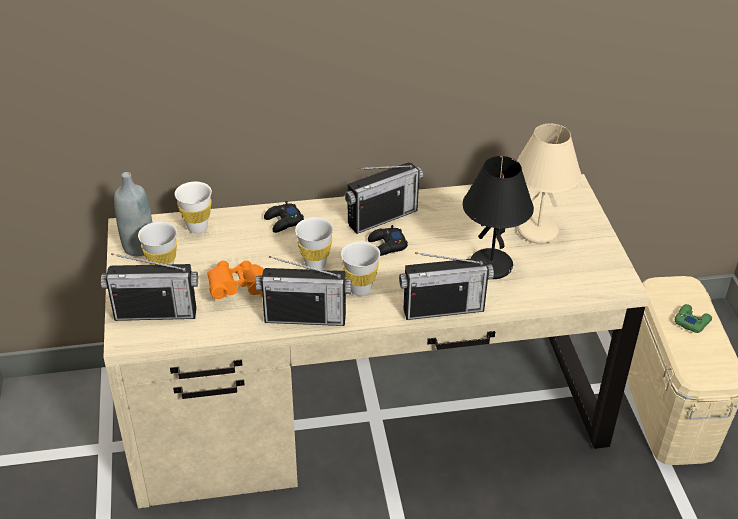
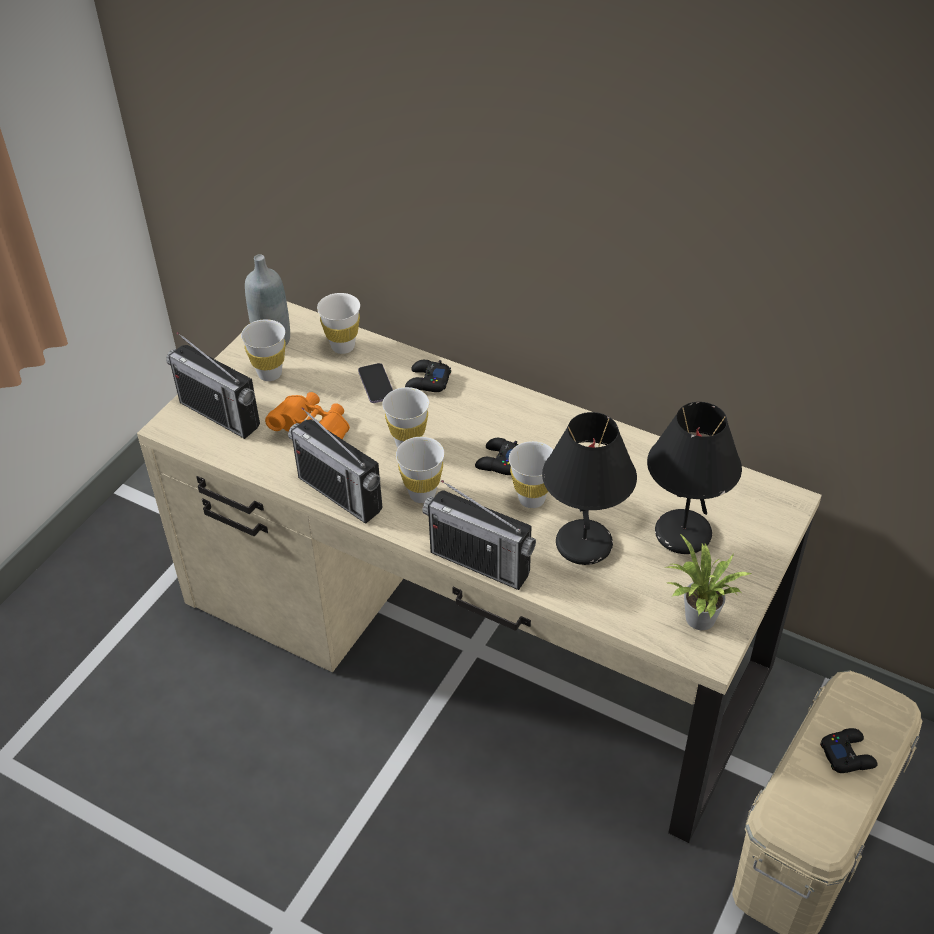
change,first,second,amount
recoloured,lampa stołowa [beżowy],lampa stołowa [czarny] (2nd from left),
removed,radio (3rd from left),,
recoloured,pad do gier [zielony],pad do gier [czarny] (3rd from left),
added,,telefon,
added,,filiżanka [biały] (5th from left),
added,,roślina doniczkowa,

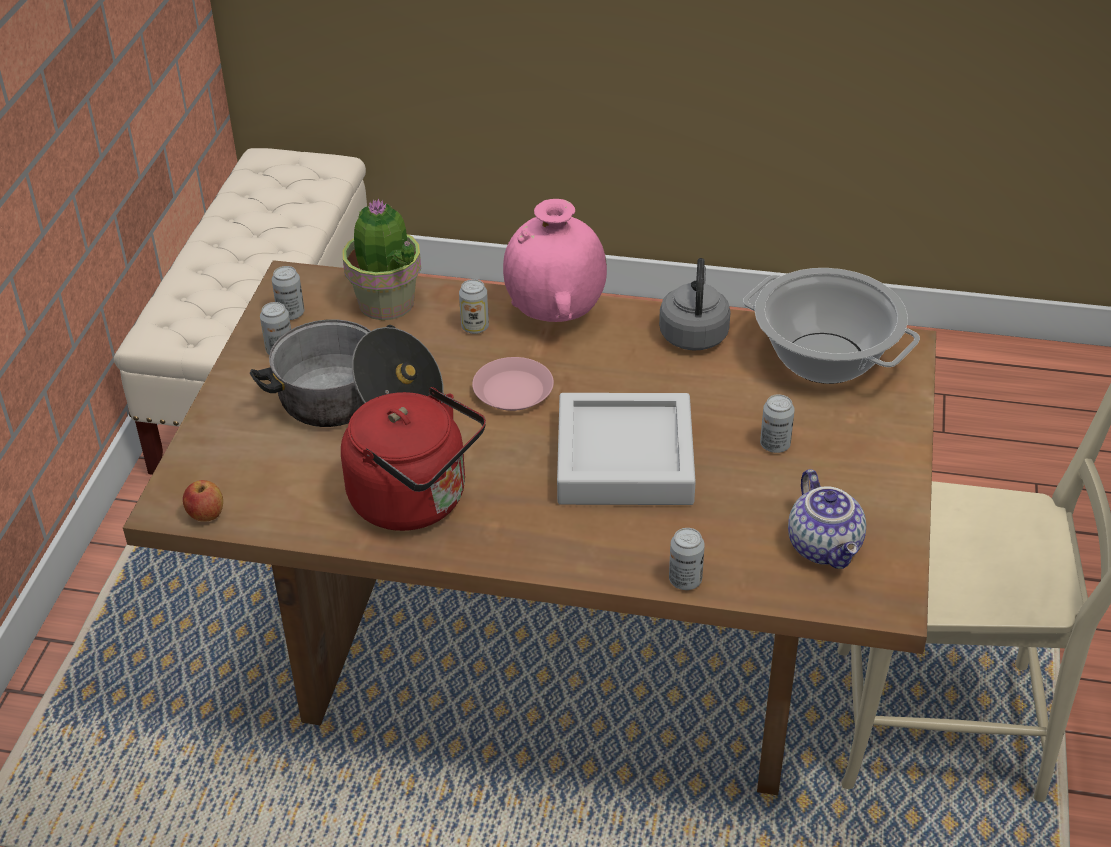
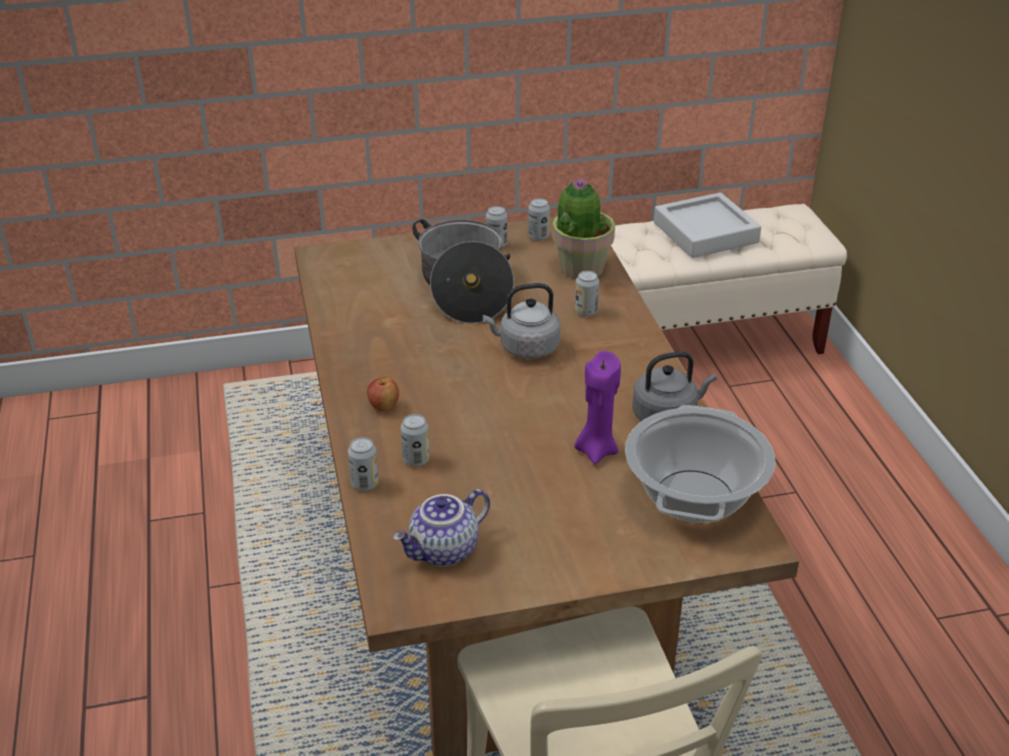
change,first,second,amount
removed,wazon [różowy],,
replaced,talerz [różowy],czajnik [szary] (1st from left),
removed,czajnik [czerwony],,
moved,taca [szary],,
moved,puszka (5th from left in the first image),puszka (2nd from left),
moved,jabłko,,
added,,świeca [fioletowy],

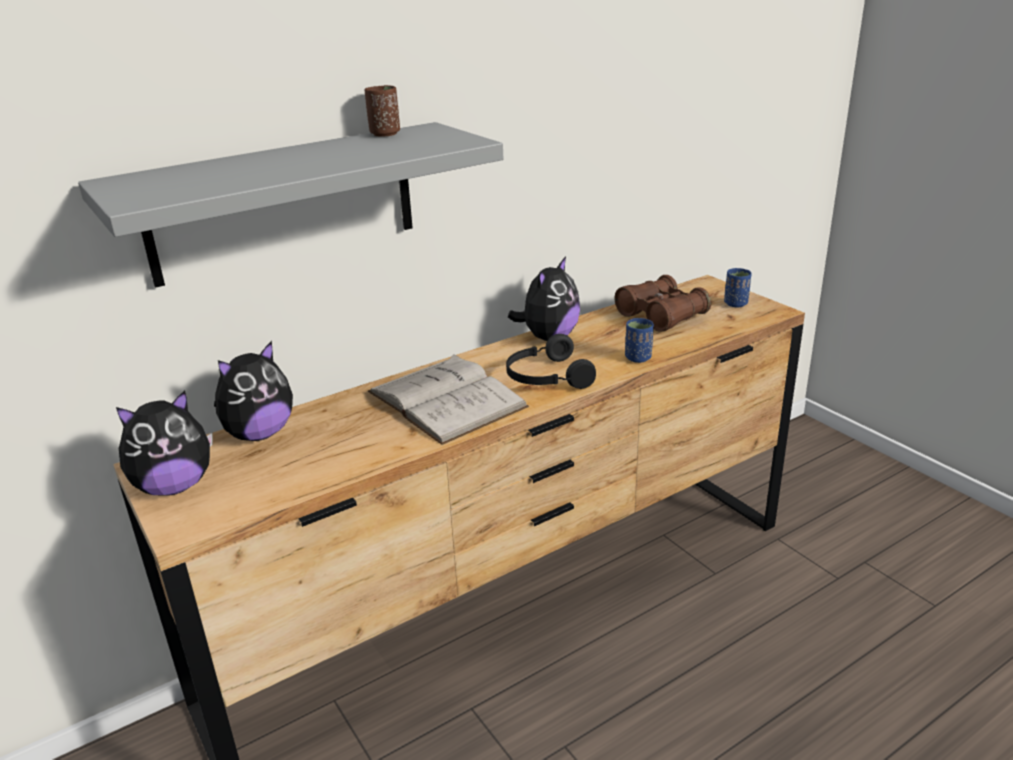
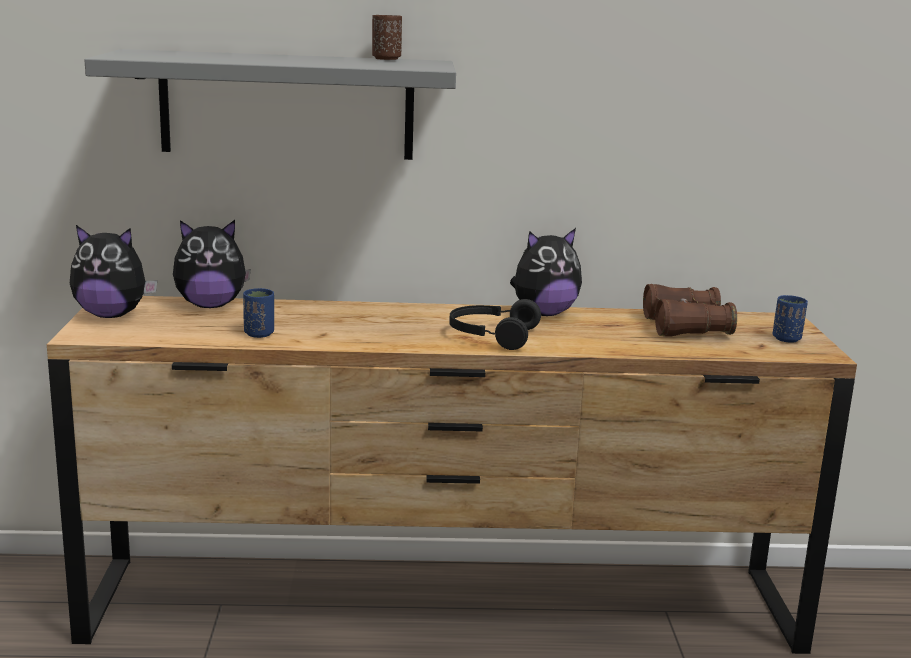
change,first,second,amount
moved,filiżanka [niebieski] (1st from left),,
removed,książka [biały],,

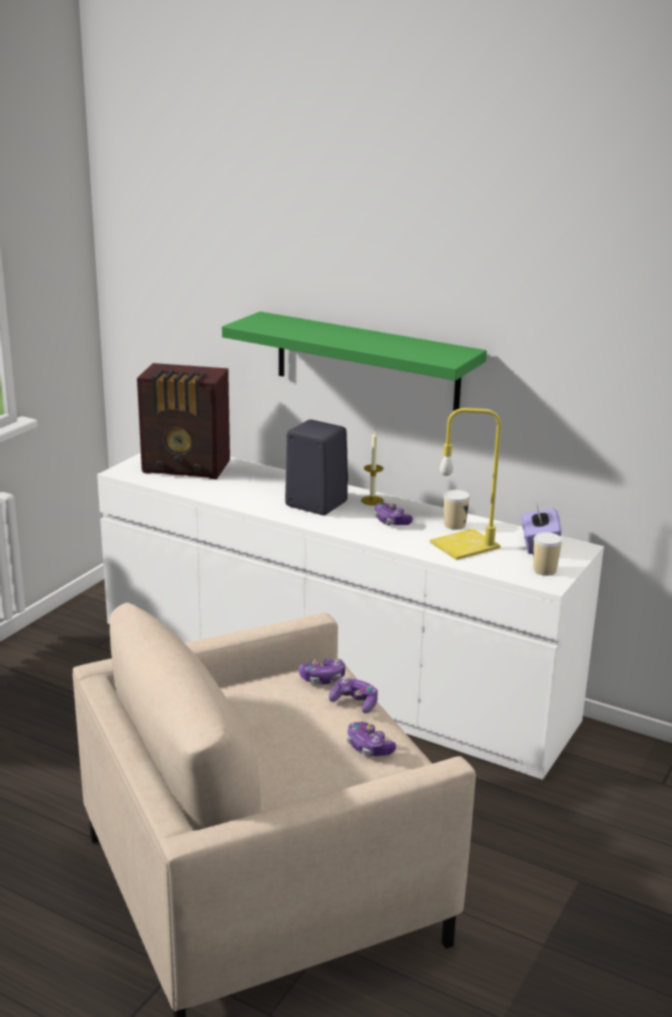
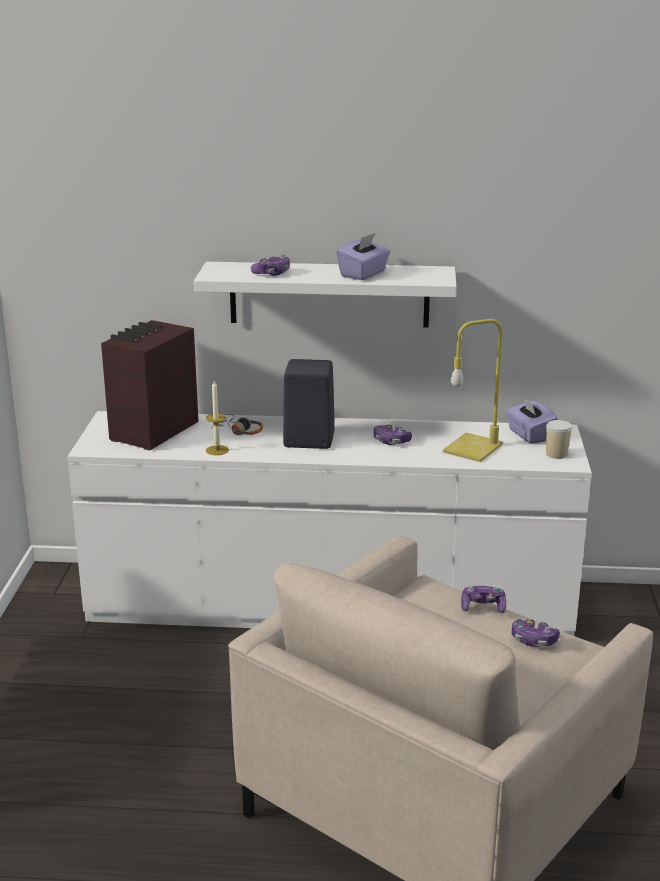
change,first,second,amount
recoloured,półka [zielony],półka [biały],
turned,radio,,135 degrees clockwise
moved,świeca,,
removed,filiżanka (1st from left),,
moved,pad do gier (1st from left),,
added,,pudełko chusteczek [fioletowy] (1st from left),
added,,słuchawki,

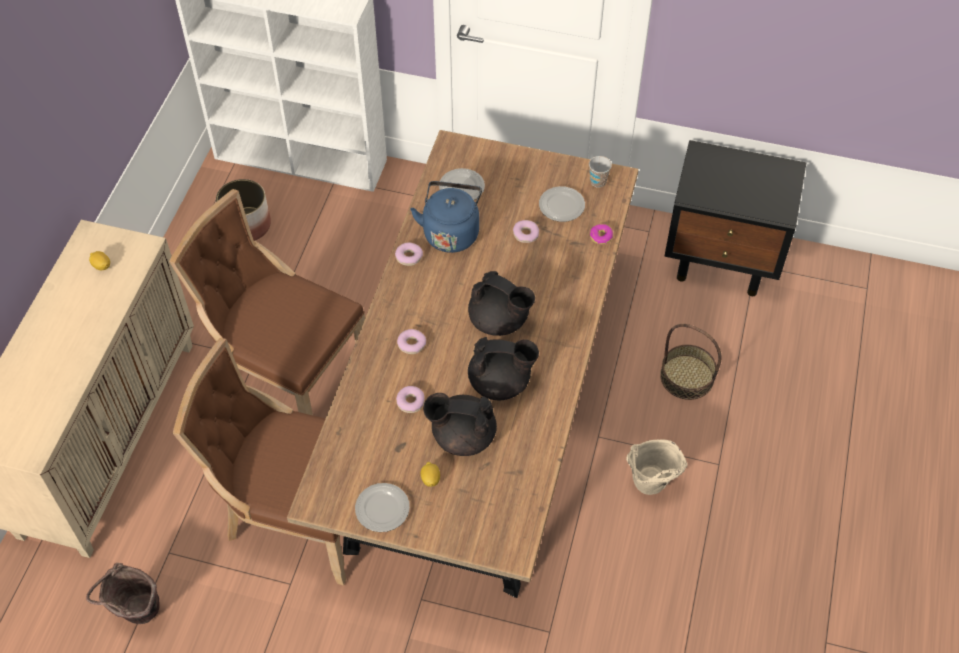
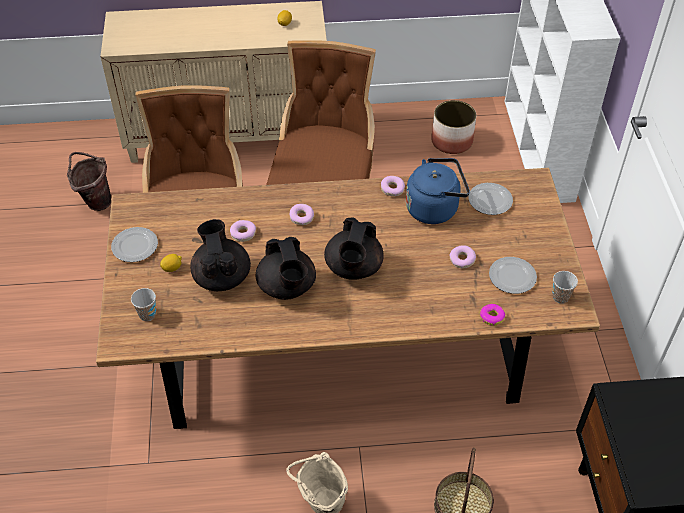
change,first,second,amount
added,,filiżanka (1st from left),

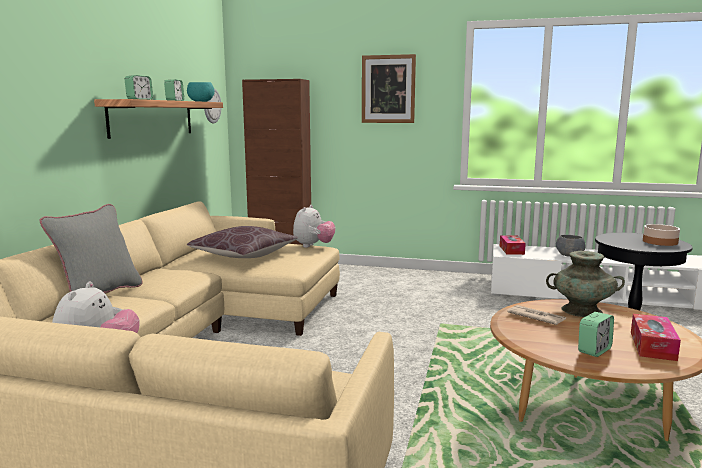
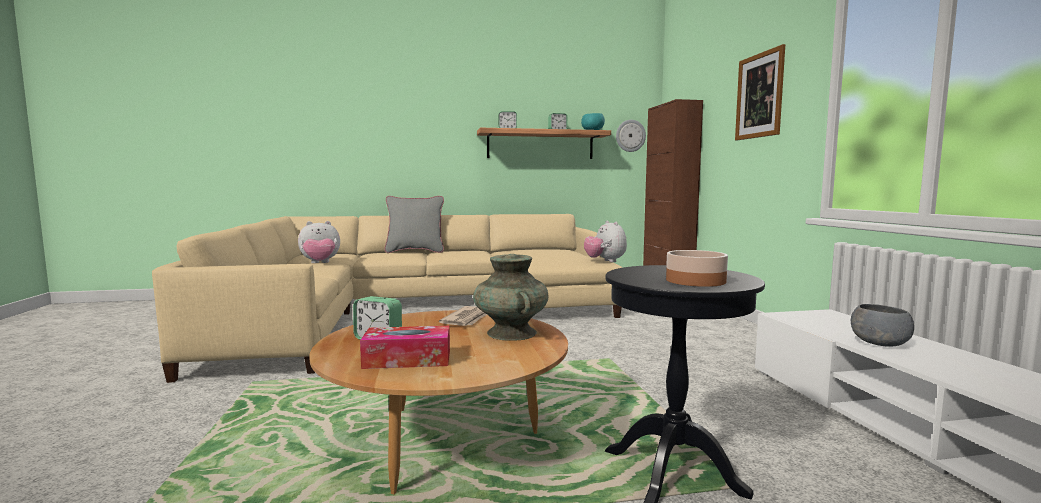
change,first,second,amount
turned,pluszak (2nd from left),,75 degrees clockwise
removed,poduszka [brązowy],,
removed,pudełko chusteczek (1st from left),,

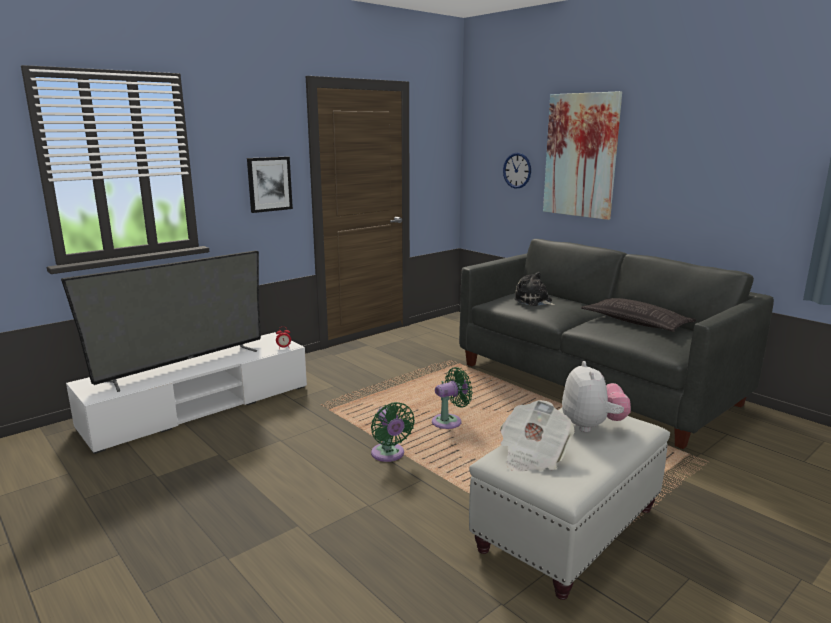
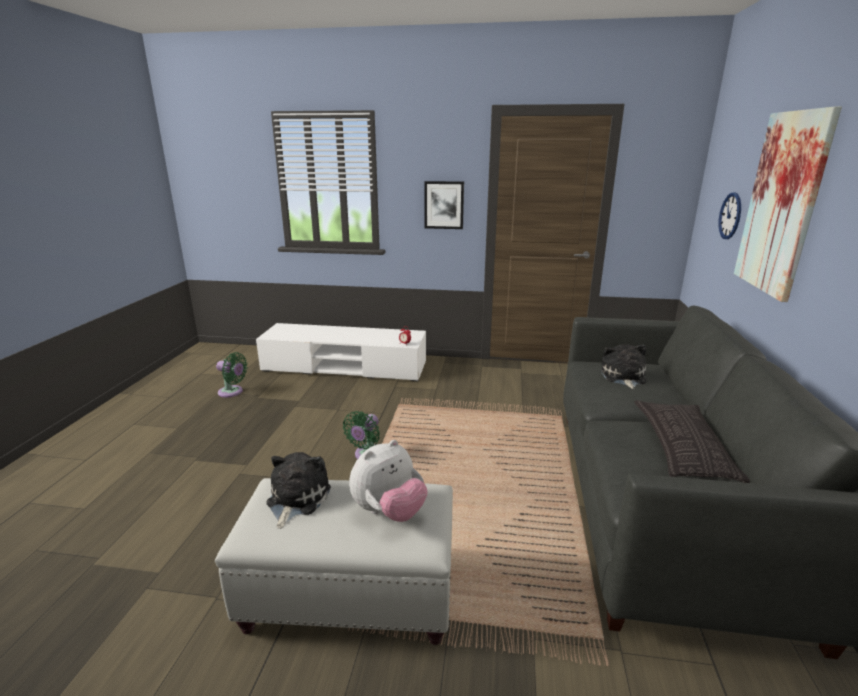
change,first,second,amount
removed,telewizor,,
moved,wentylator [zielony] (2nd from left in the first image),wentylator [zielony] (1st from left),
replaced,gazeta,pluszak (1st from left),

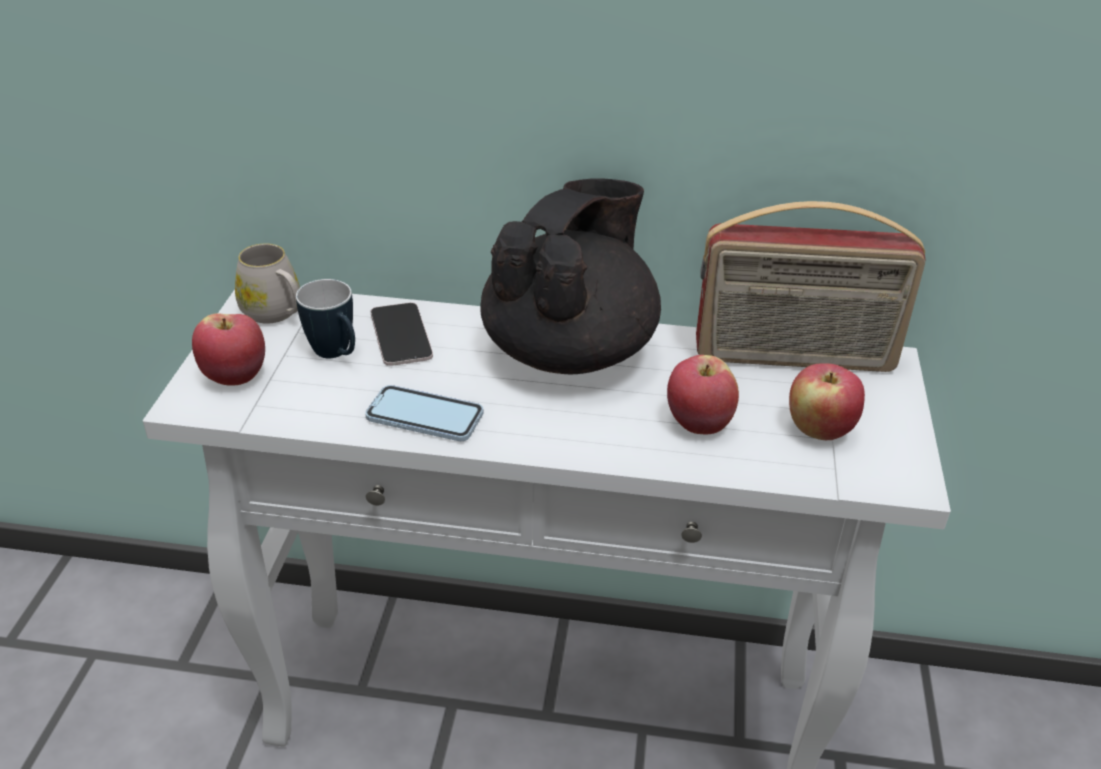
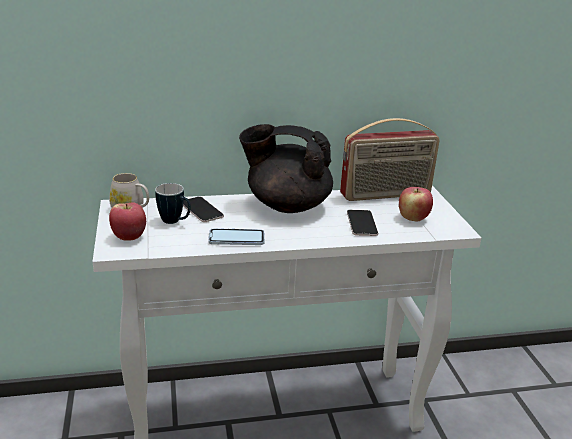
change,first,second,amount
turned,imbryk [czarny],,90 degrees counterclockwise
replaced,jabłko (2nd from left),telefon (3rd from left),

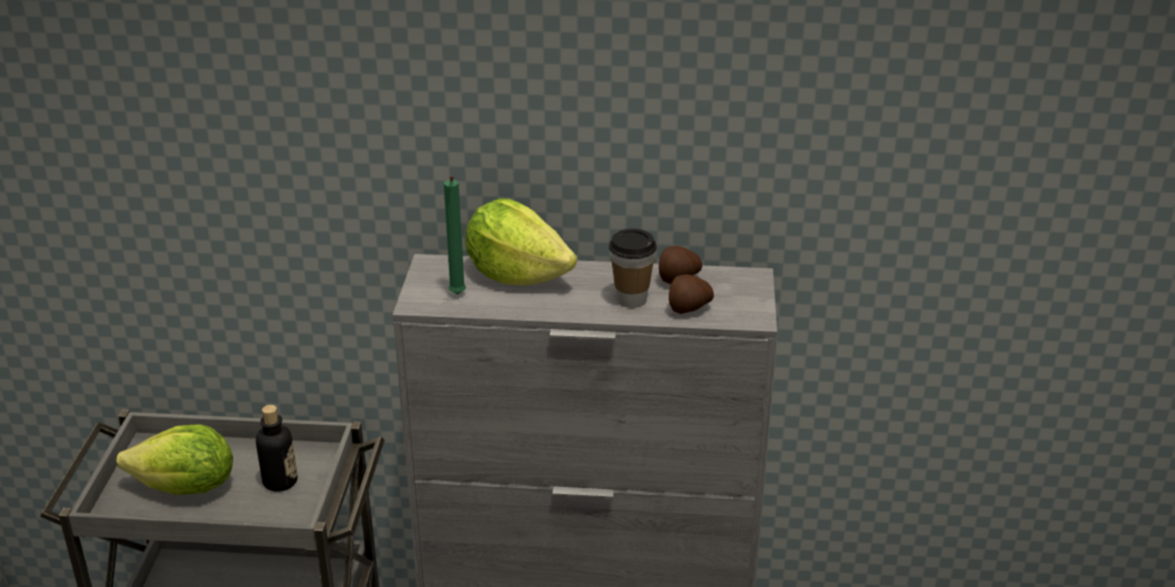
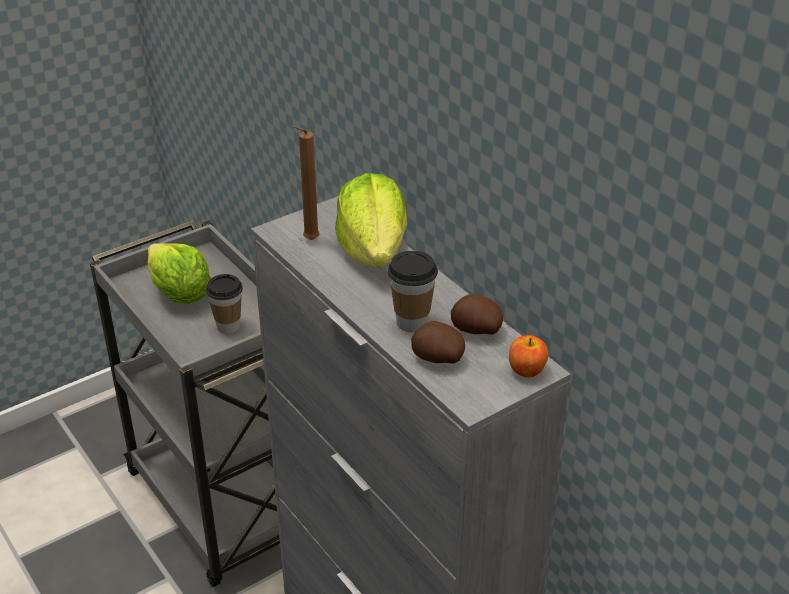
change,first,second,amount
recoloured,świeca [zielony],świeca [brązowy],
replaced,butelka,filiżanka (1st from left),
added,,jabłko,

